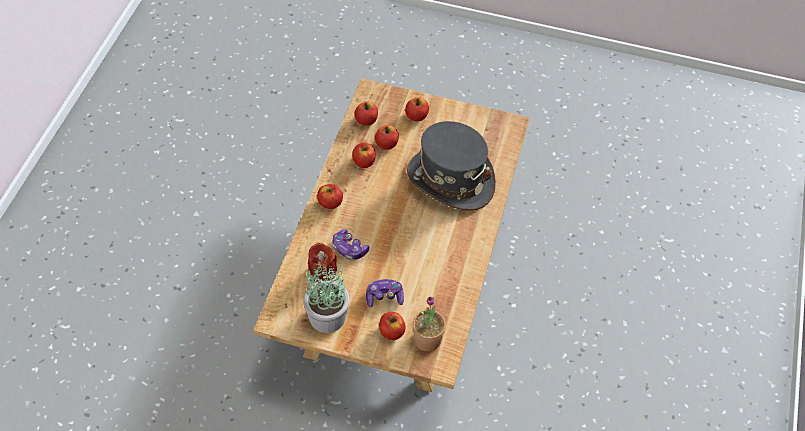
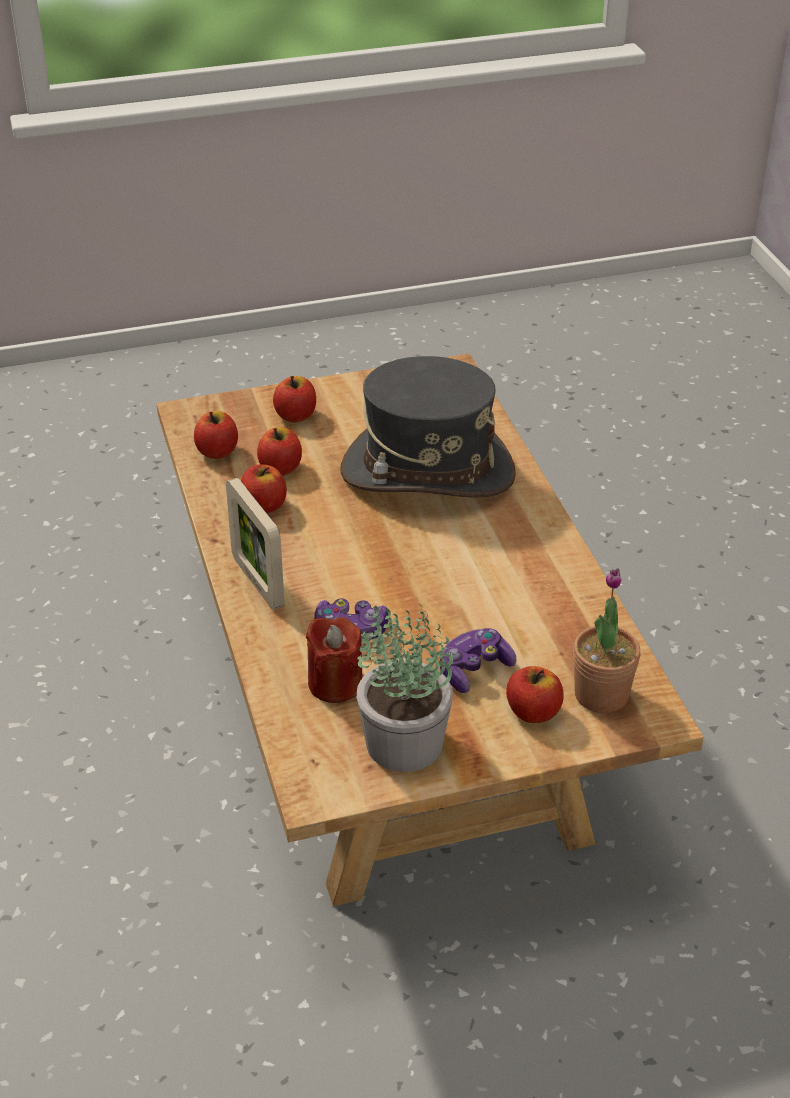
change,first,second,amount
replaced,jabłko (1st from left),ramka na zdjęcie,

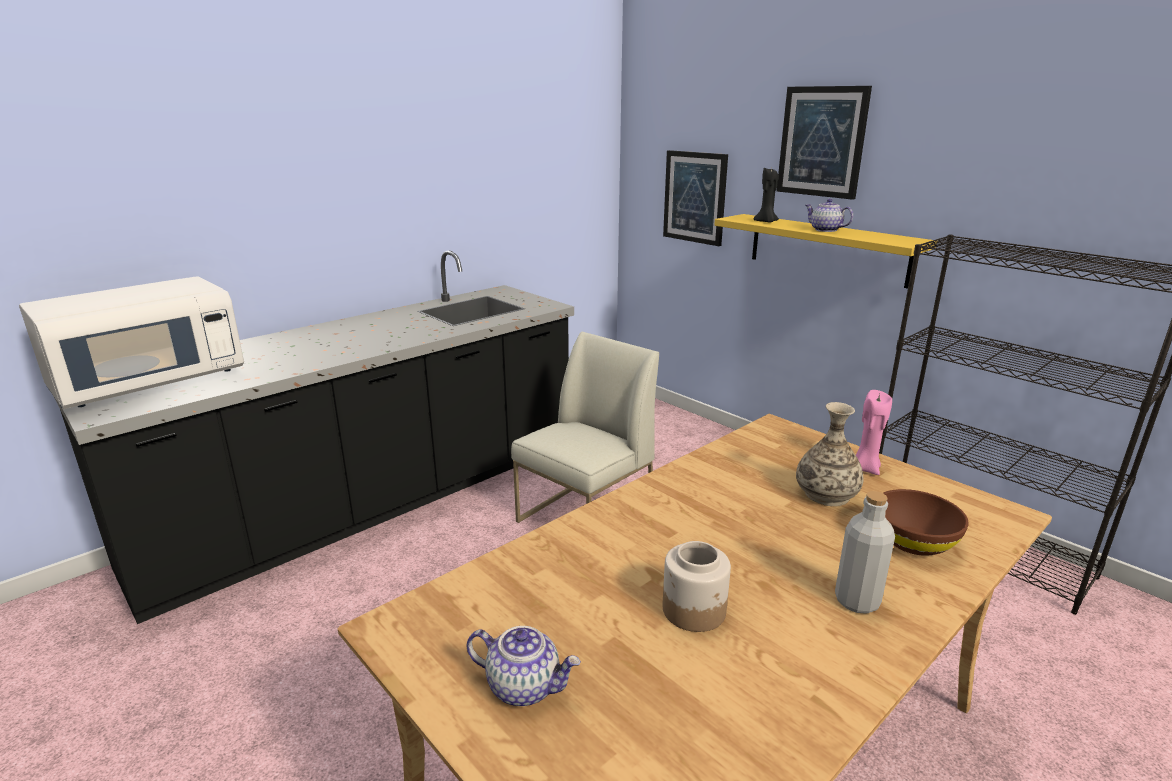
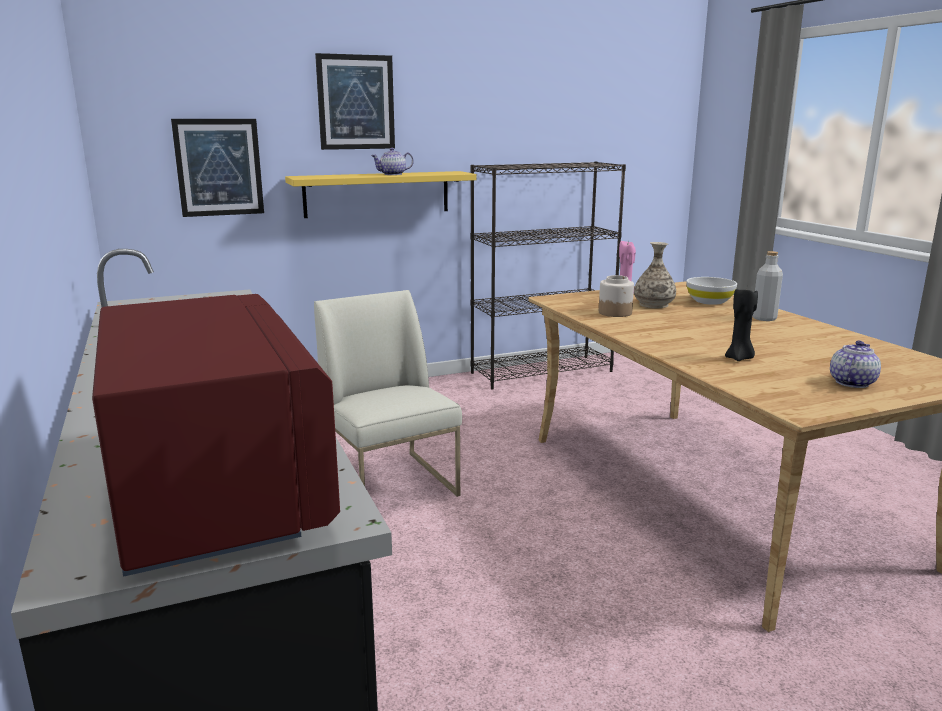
change,first,second,amount
moved,świeca [czarny],,
recoloured,mikrofalówka [biały],mikrofalówka [czerwony],
recoloured,miska [brązowy],miska [biały],
moved,słoik,,

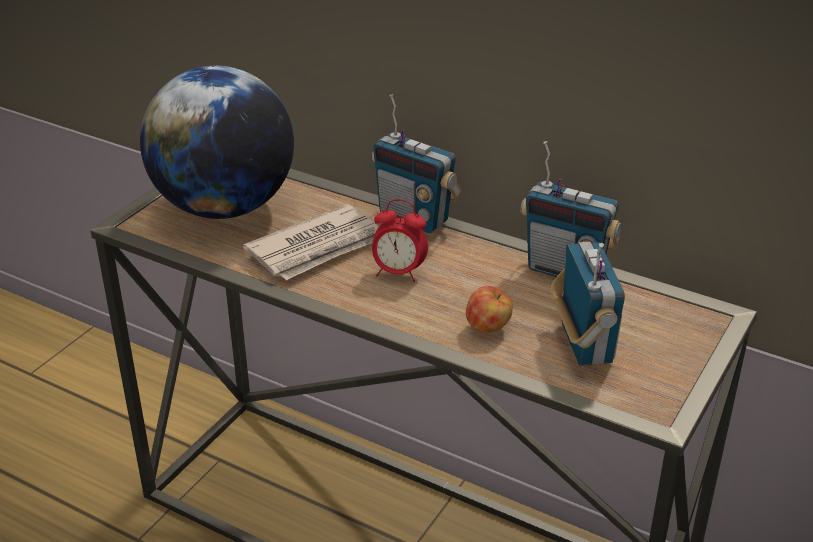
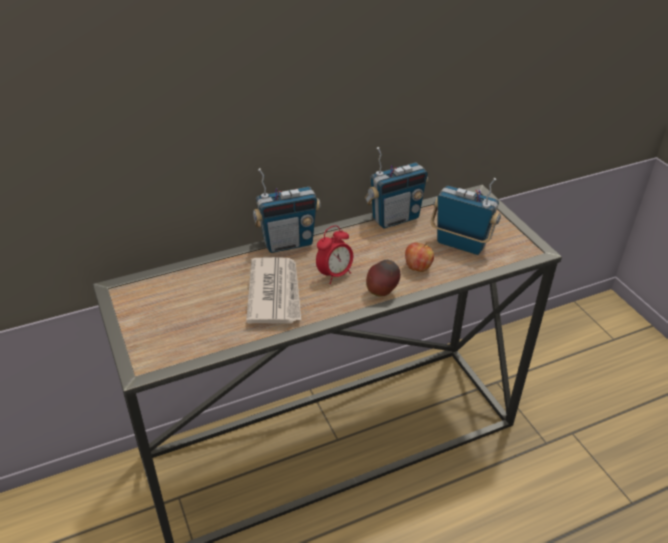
change,first,second,amount
removed,globus,,
added,,jabłko (1st from left),

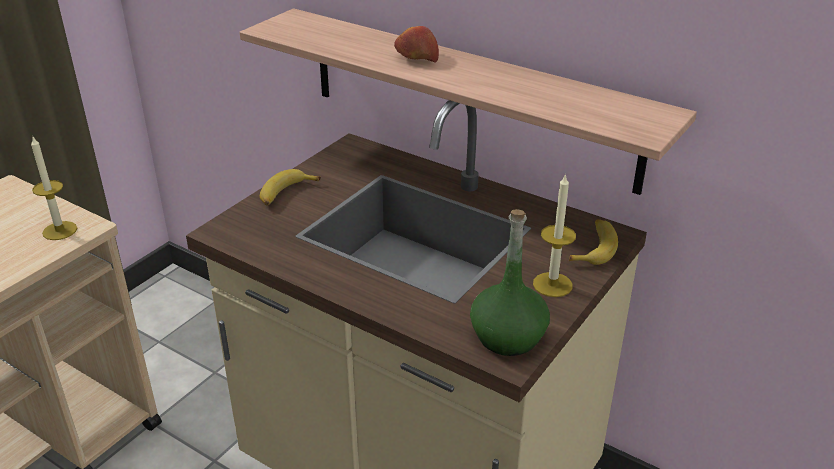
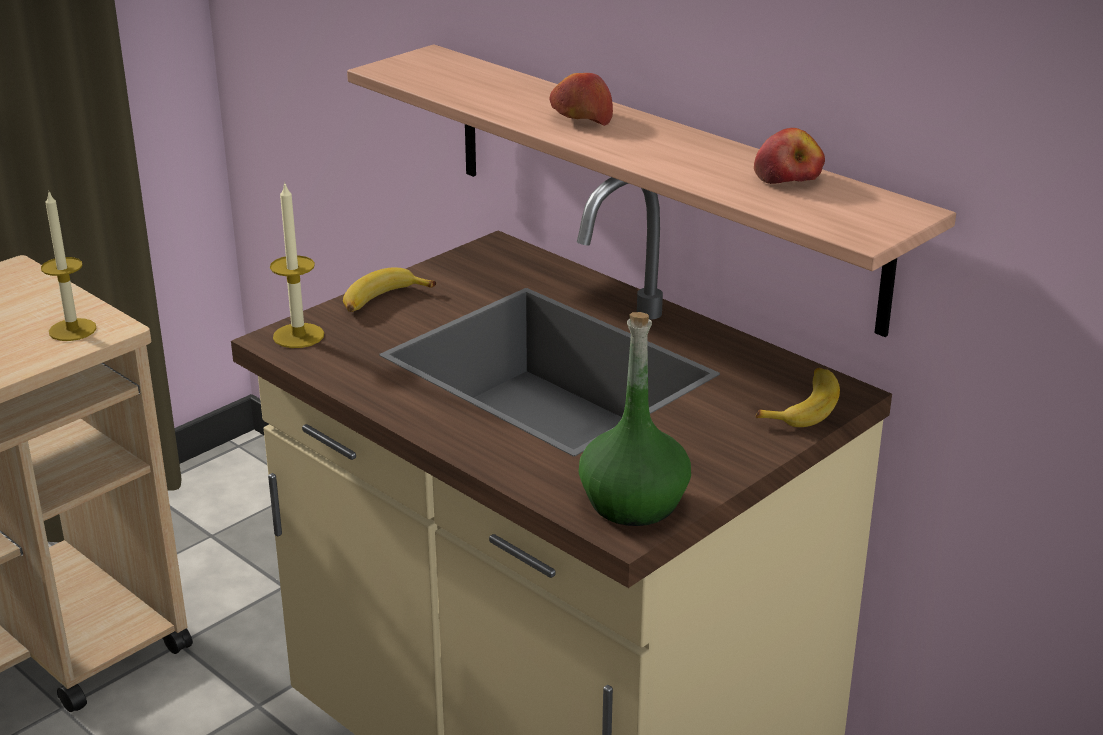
change,first,second,amount
moved,świeca (2nd from left),,
added,,jabłko (2nd from left),

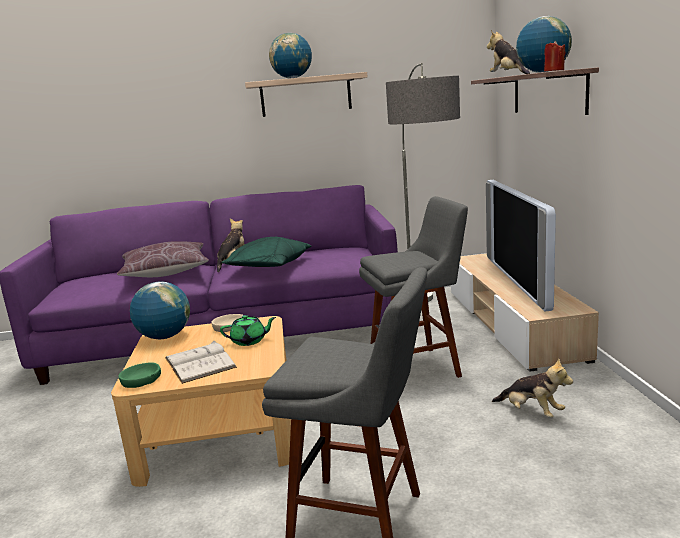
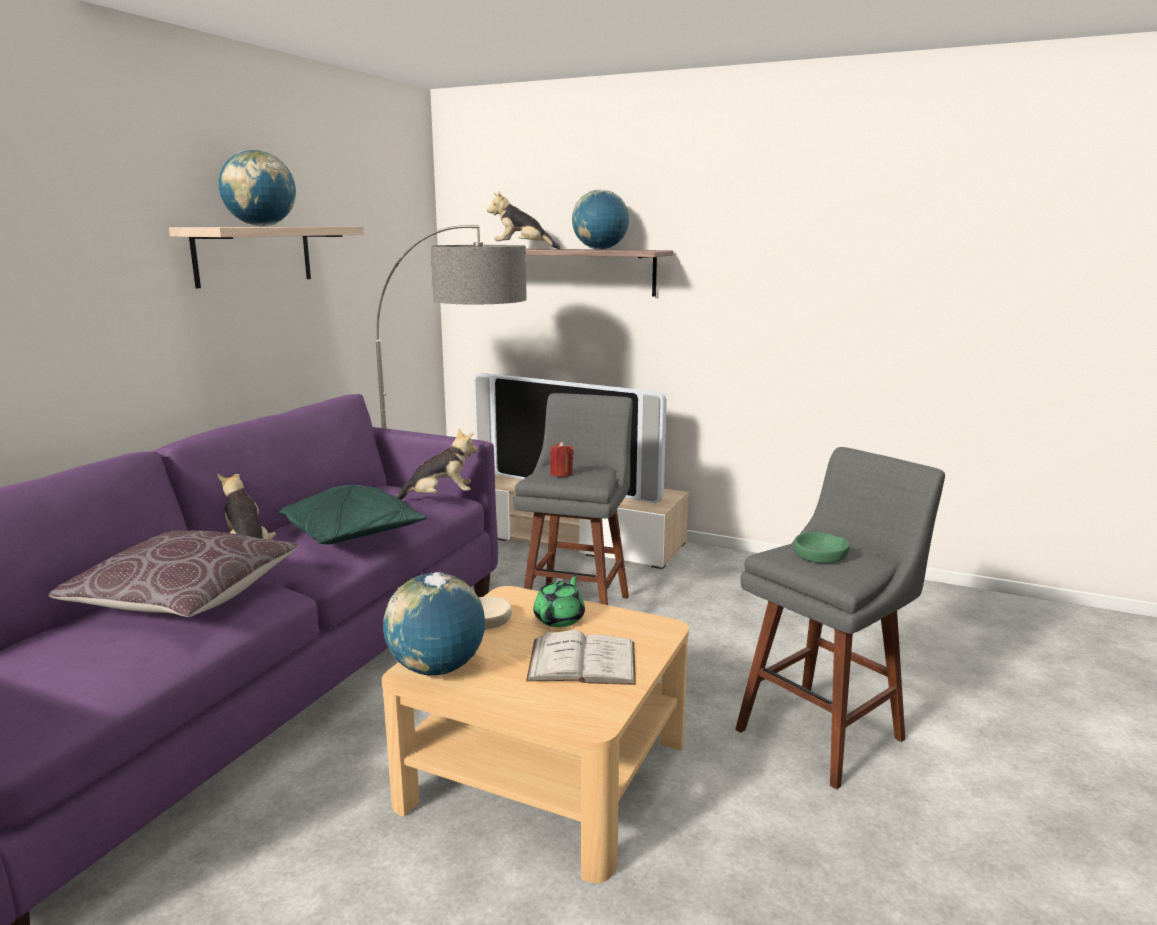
change,first,second,amount
moved,świeca [czerwony],,
moved,pluszak (3rd from left in the first image),pluszak (2nd from left),
moved,miska [zielony],,

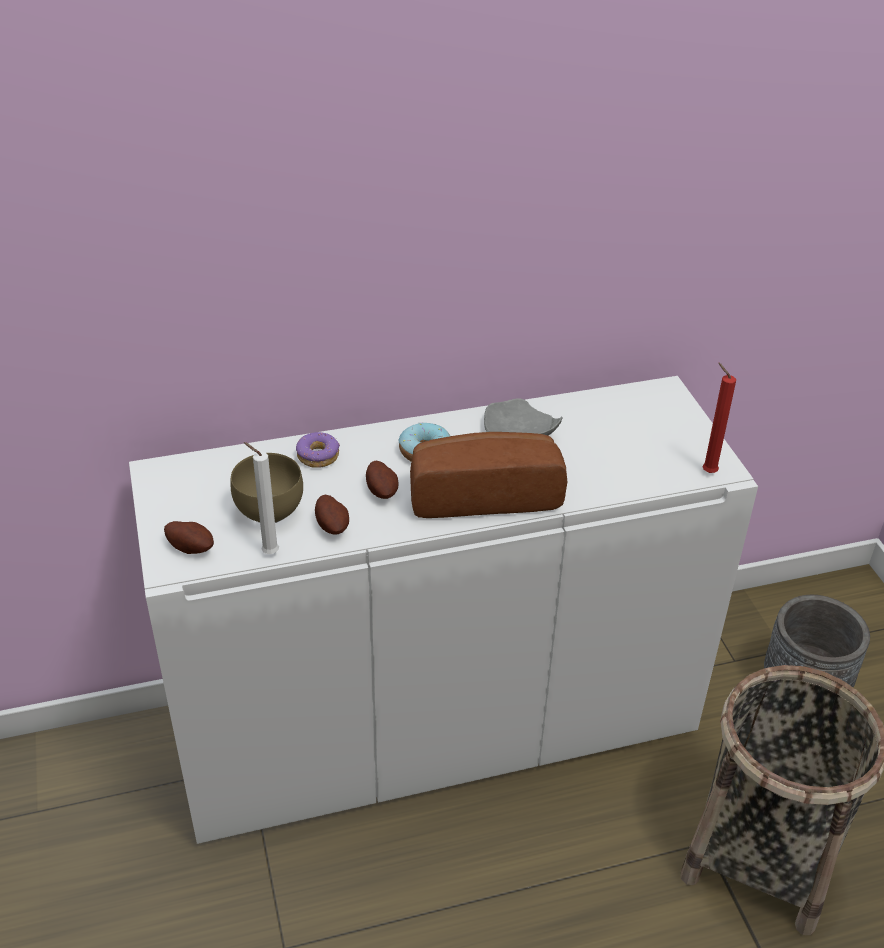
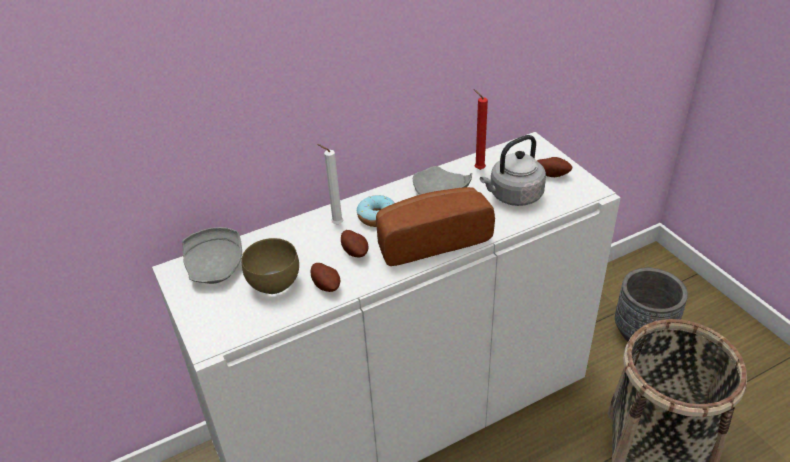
change,first,second,amount
moved,świeca [czerwony],,
removed,donut (1st from left),,
moved,świeca [biały],,
moved,ziemniak (1st from left in the first image),ziemniak (3rd from left),
added,,czajnik [szary],
added,,talerz [szary] (1st from left),

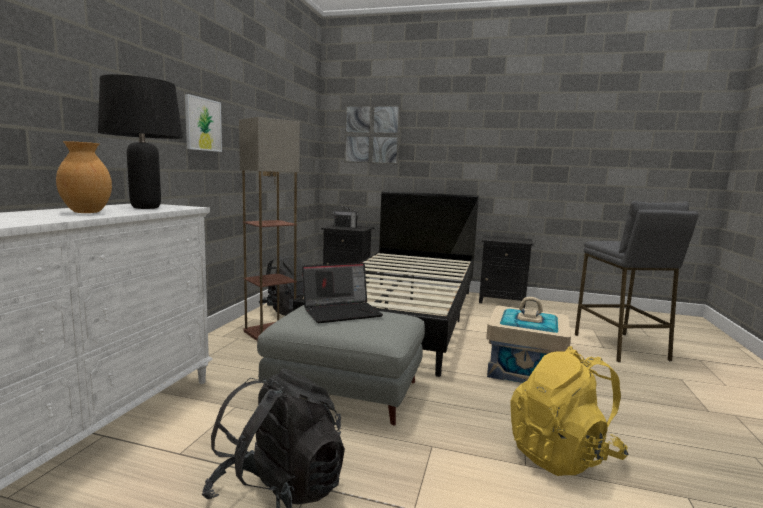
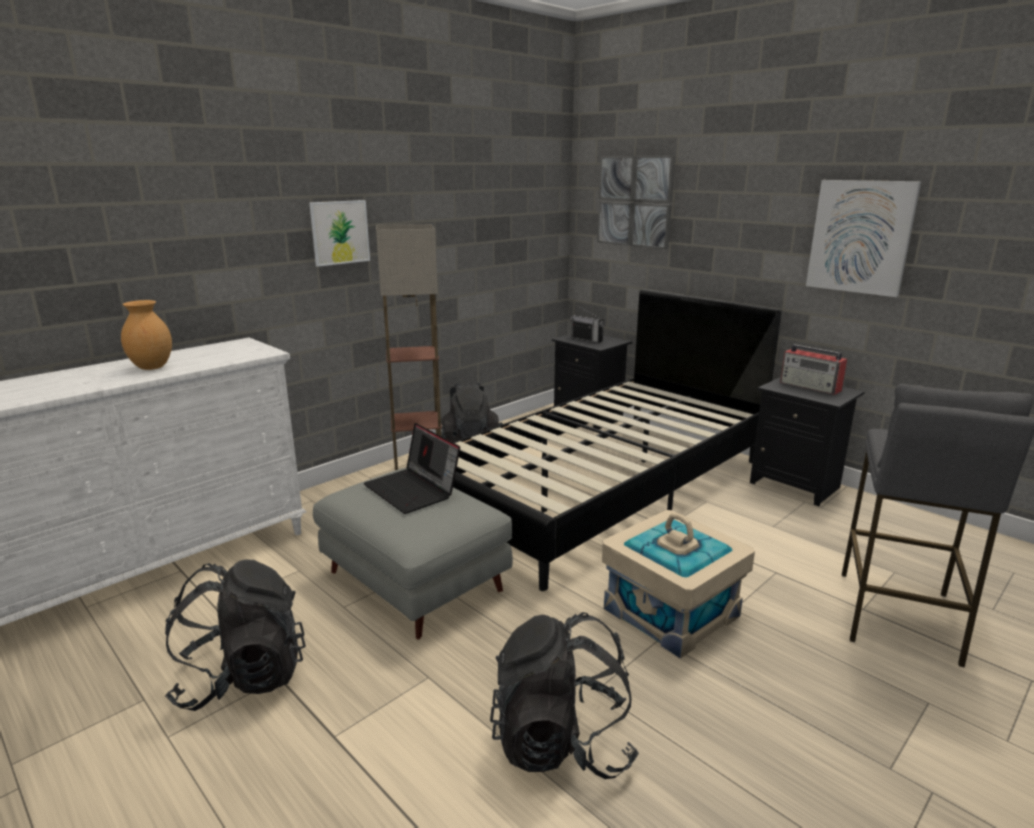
change,first,second,amount
removed,lampa stołowa [czarny],,
turned,laptop,,45 degrees clockwise
recoloured,plecak [żółty],plecak [czarny] (3rd from left),
added,,obraz (3rd from left),
added,,radio (2nd from left),

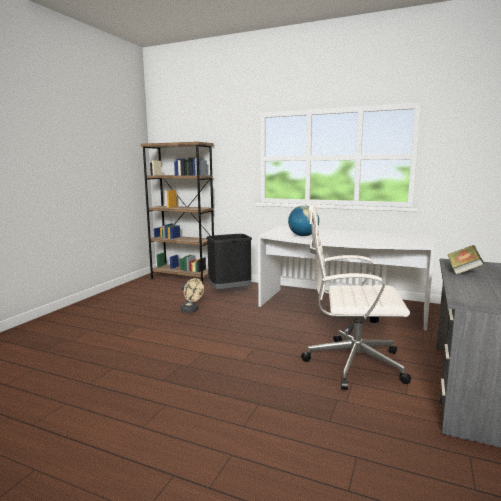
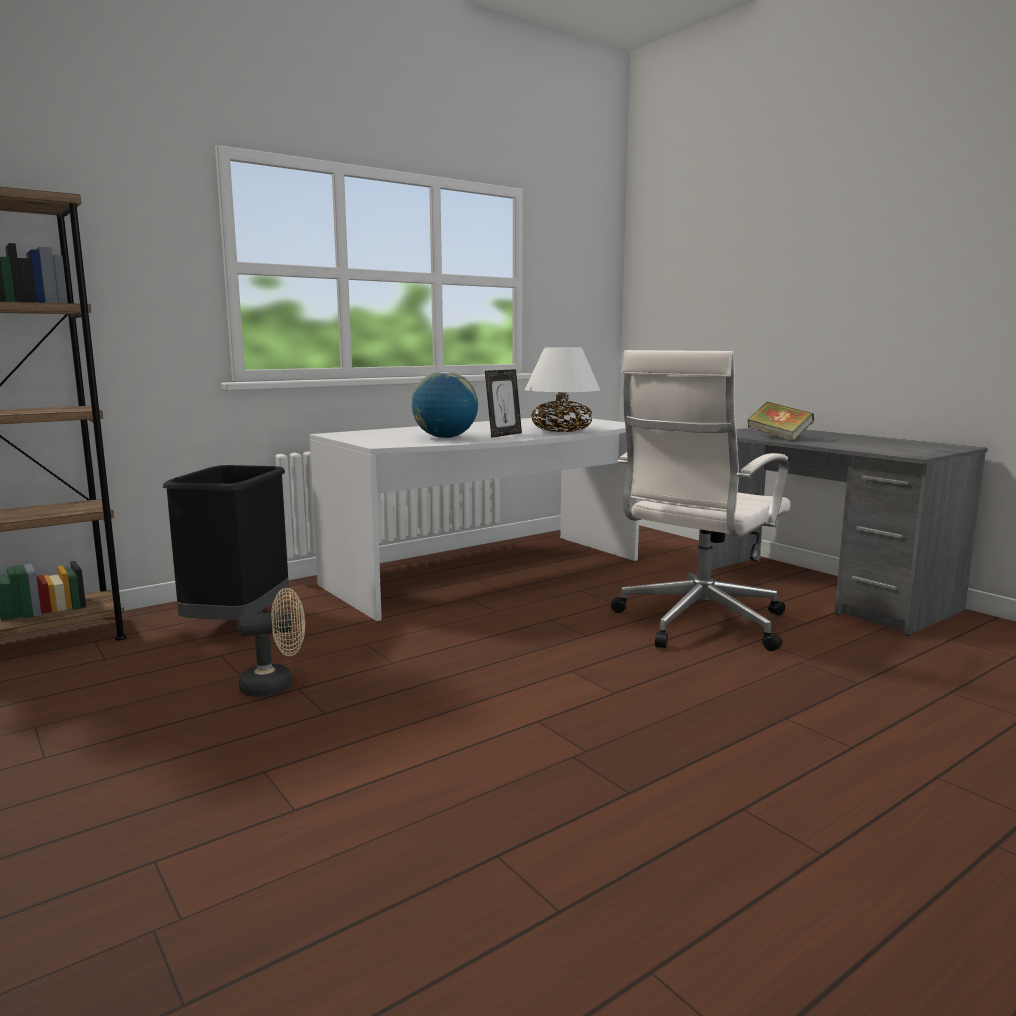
change,first,second,amount
added,,lampa stołowa [biały],
added,,ramka na zdjęcie,

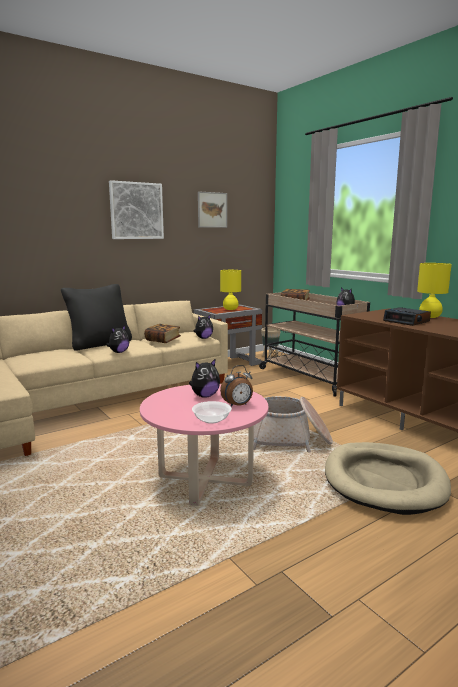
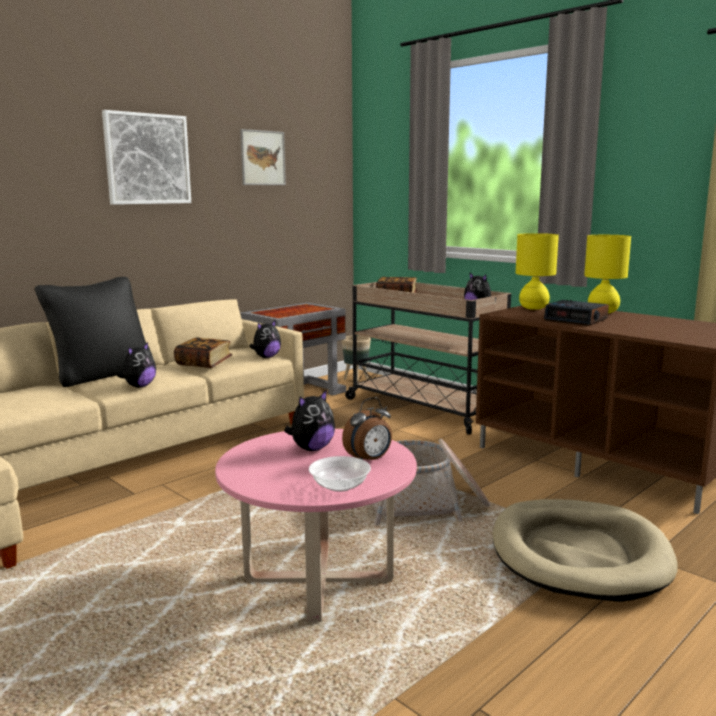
change,first,second,amount
moved,lampa stołowa [żółty] (1st from left),,

